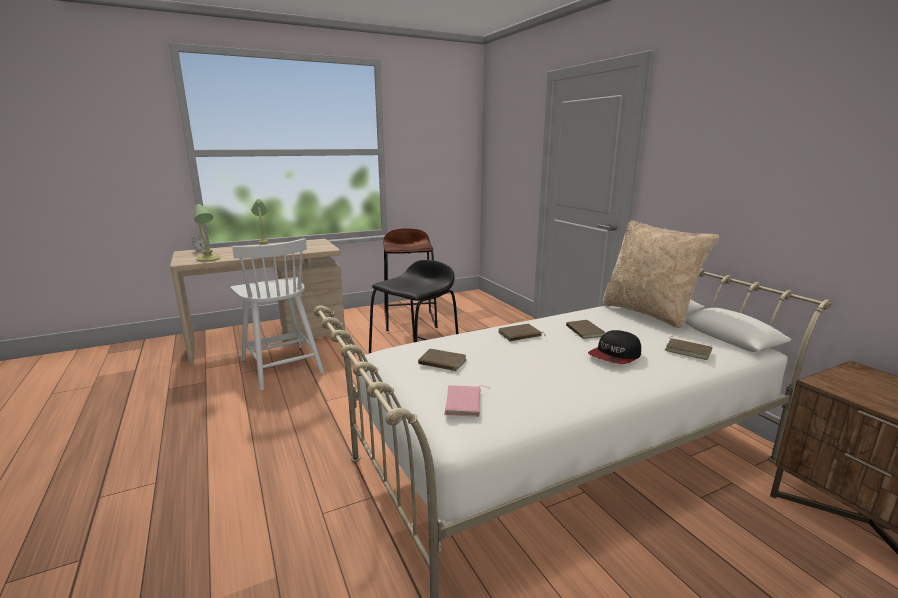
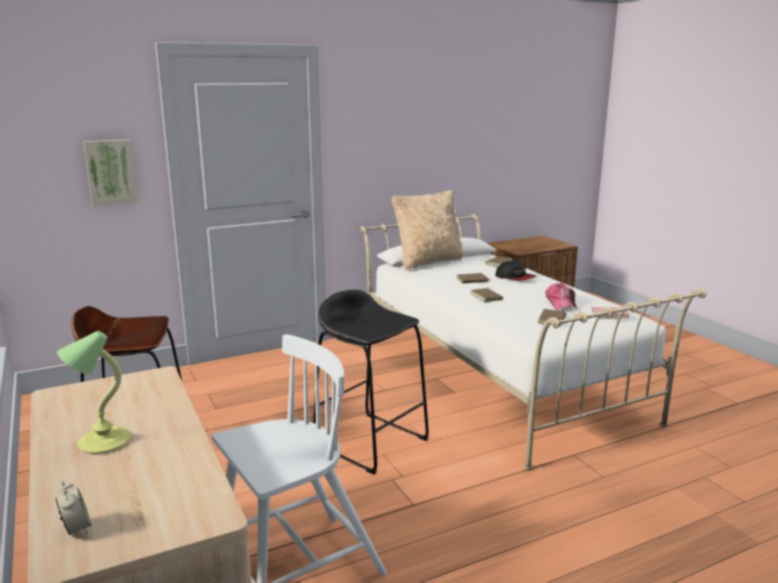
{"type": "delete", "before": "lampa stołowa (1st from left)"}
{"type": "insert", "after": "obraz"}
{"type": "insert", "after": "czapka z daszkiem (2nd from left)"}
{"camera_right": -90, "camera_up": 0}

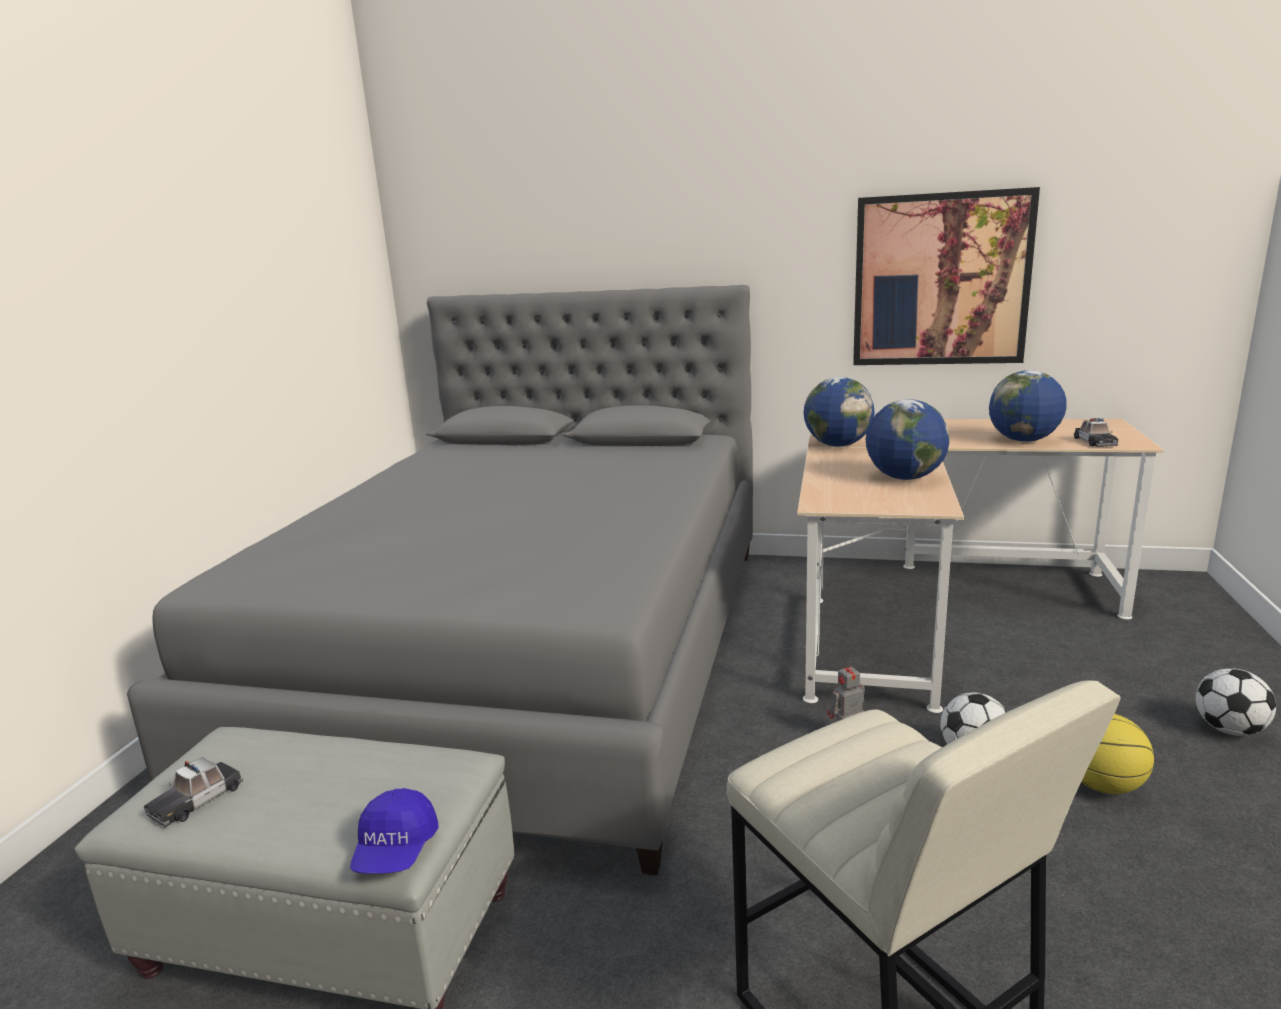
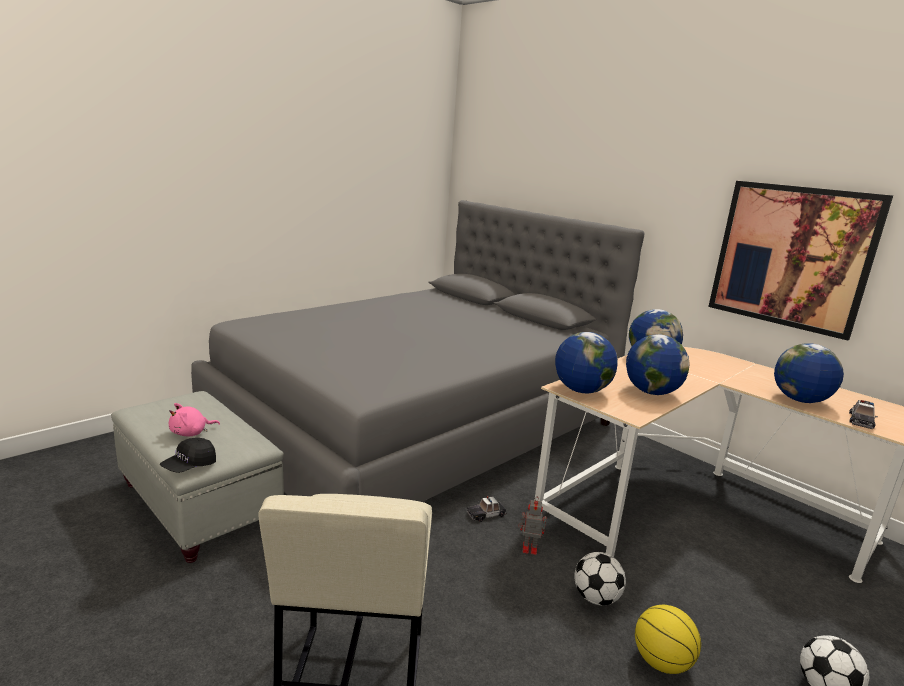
{"type": "move", "before": "samochodzik (1st from left)"}
{"type": "recolor", "before": "czapka z daszkiem (niebieski)", "after": "czapka z daszkiem (czarny)"}
{"type": "insert", "after": "globus (1st from left)"}
{"type": "insert", "after": "pluszak (różowy)"}
{"camera_right": 30, "camera_up": 0}

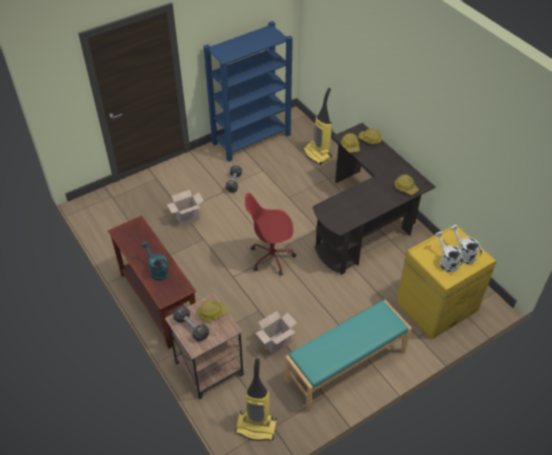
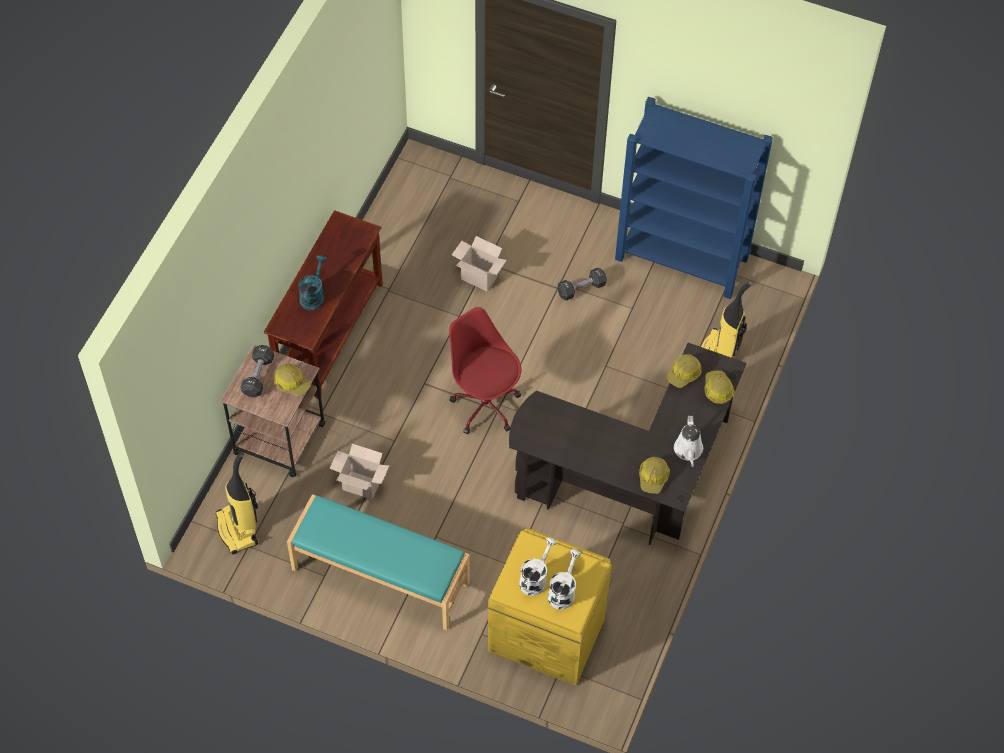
{"type": "insert", "after": "konewka (biały) (3rd from left)"}
{"camera_right": 55, "camera_up": 10}

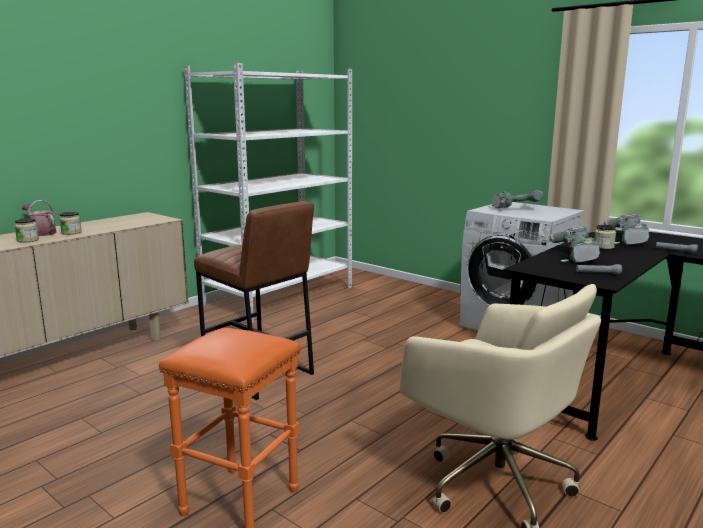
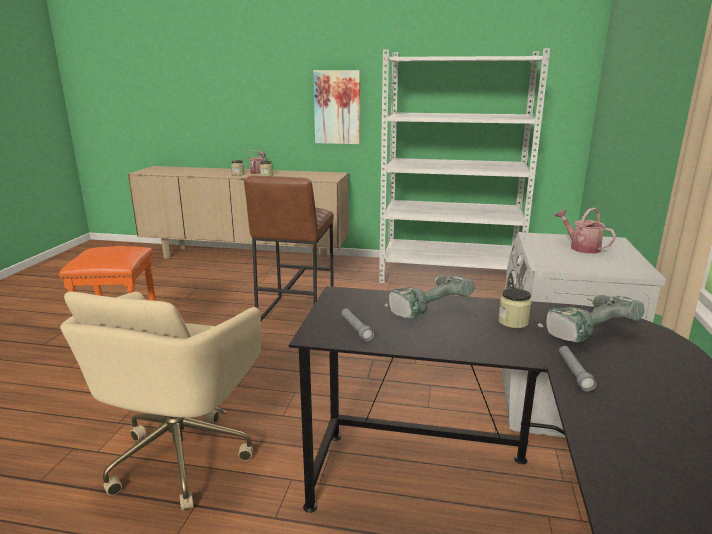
{"type": "replace", "before": "wiertarka (1st from left)", "after": "konewka (2nd from left)"}
{"type": "insert", "after": "obraz"}
{"camera_right": 60, "camera_up": 5}

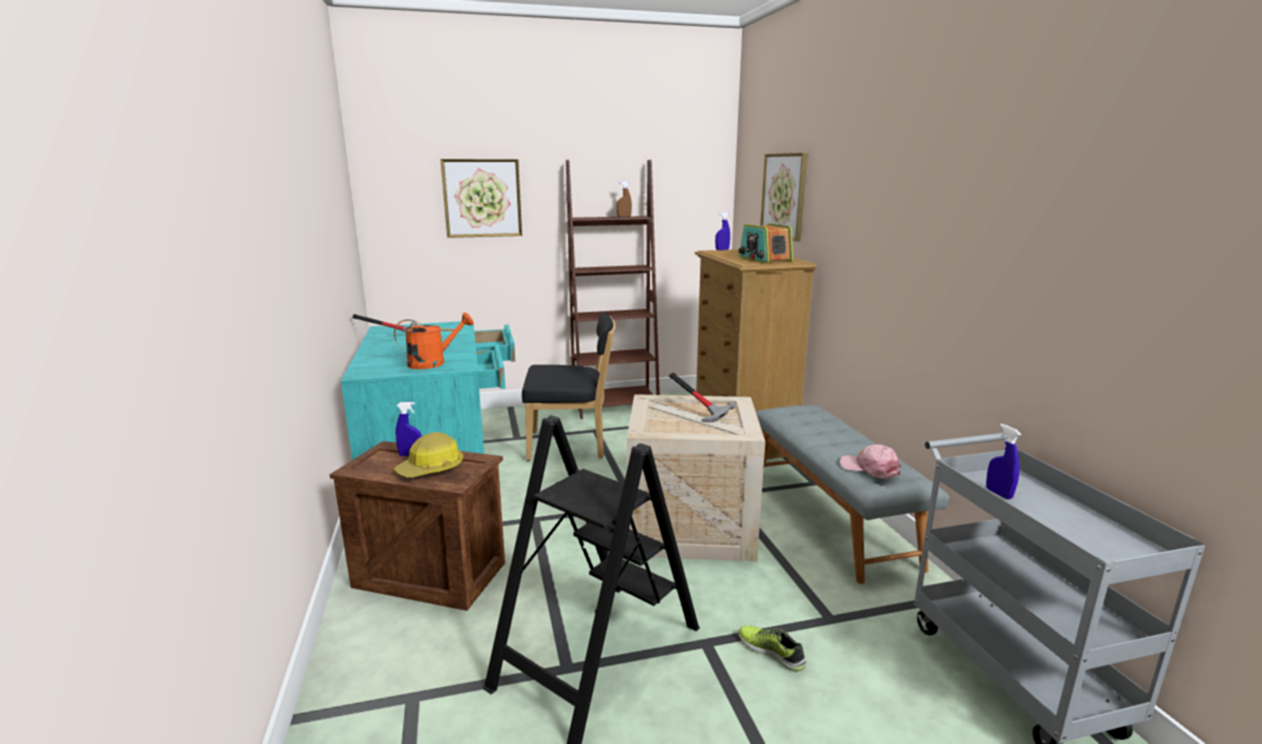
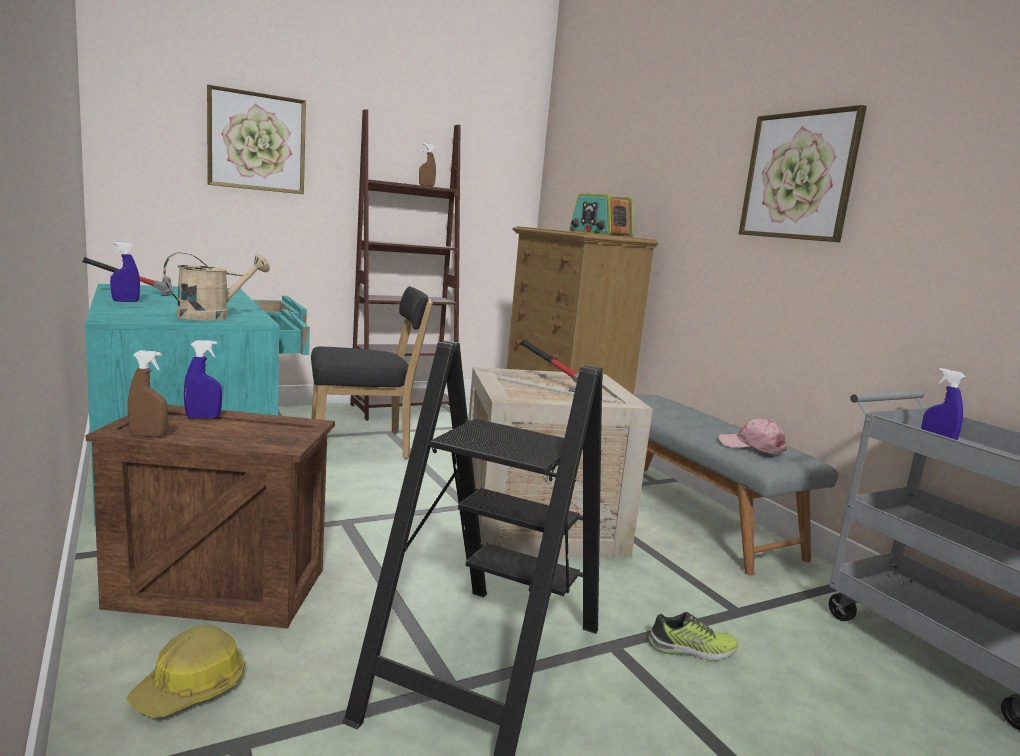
{"type": "move", "before": "obraz (2nd from left)"}
{"type": "move", "before": "spryskiwacz (niebieski) (2nd from left in the first image)", "after": "spryskiwacz (niebieski) (1st from left)"}
{"type": "recolor", "before": "konewka (pomarańczowy)", "after": "konewka (beżowy)"}
{"type": "move", "before": "kask"}
{"type": "rotate", "before": "but", "turn": 150}
{"type": "insert", "after": "spryskiwacz (brązowy) (1st from left)"}
{"camera_right": -15, "camera_up": -5}

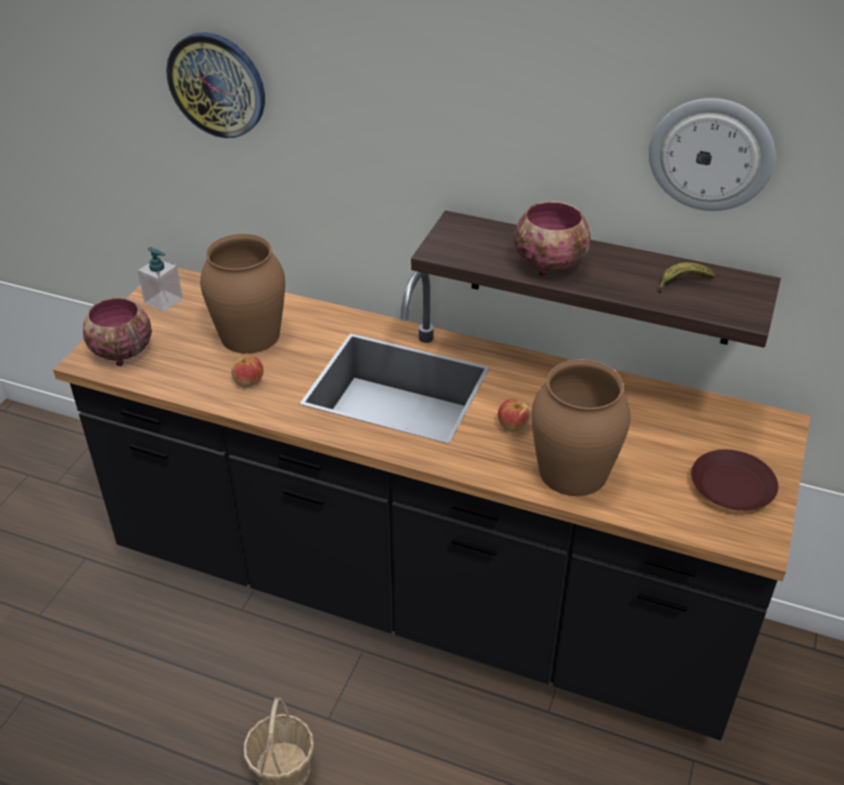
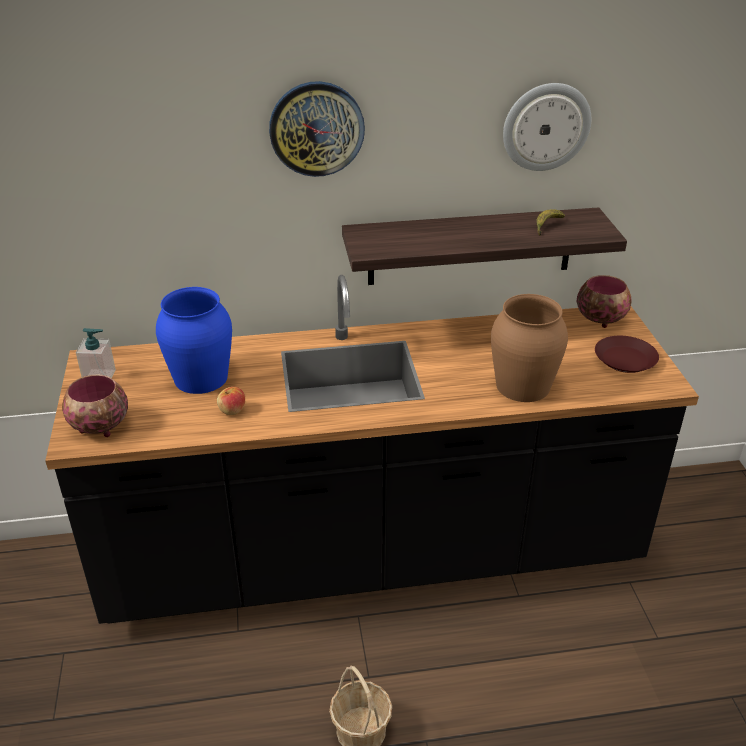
{"type": "move", "before": "zegar ścienny (1st from left)"}
{"type": "move", "before": "miska (2nd from left)"}
{"type": "recolor", "before": "wazon (brązowy) (1st from left)", "after": "wazon (niebieski)"}
{"type": "delete", "before": "jabłko (2nd from left)"}
{"camera_right": -30, "camera_up": -5}

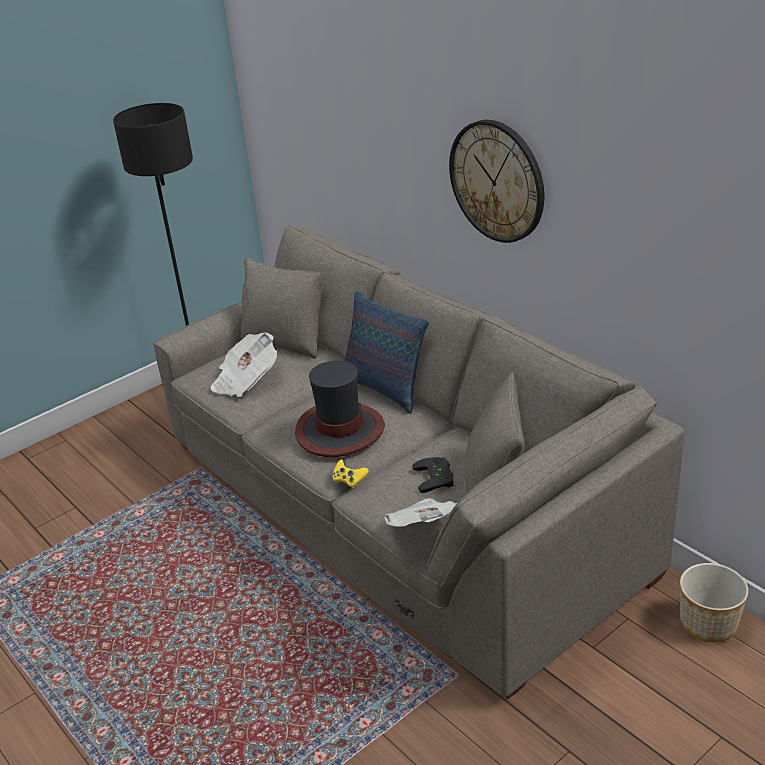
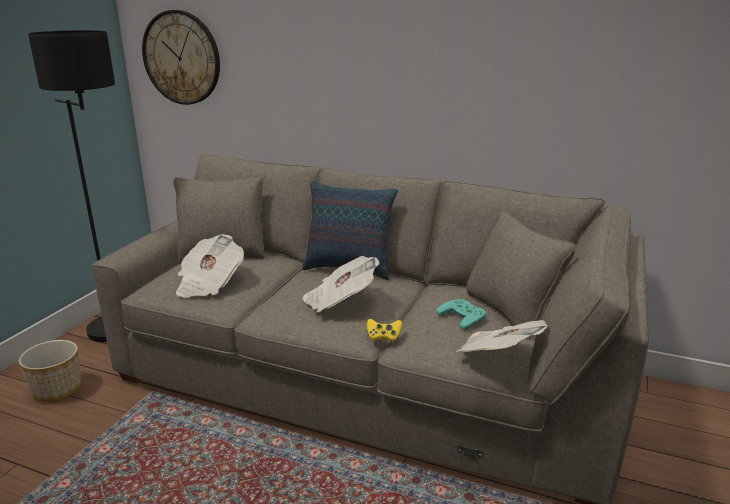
{"type": "move", "before": "zegar ścienny"}
{"type": "replace", "before": "kapelusz", "after": "gazeta (2nd from left)"}
{"type": "recolor", "before": "pad do gier (czarny)", "after": "pad do gier (turkusowy)"}
{"type": "move", "before": "donica"}
{"camera_right": -30, "camera_up": -10}

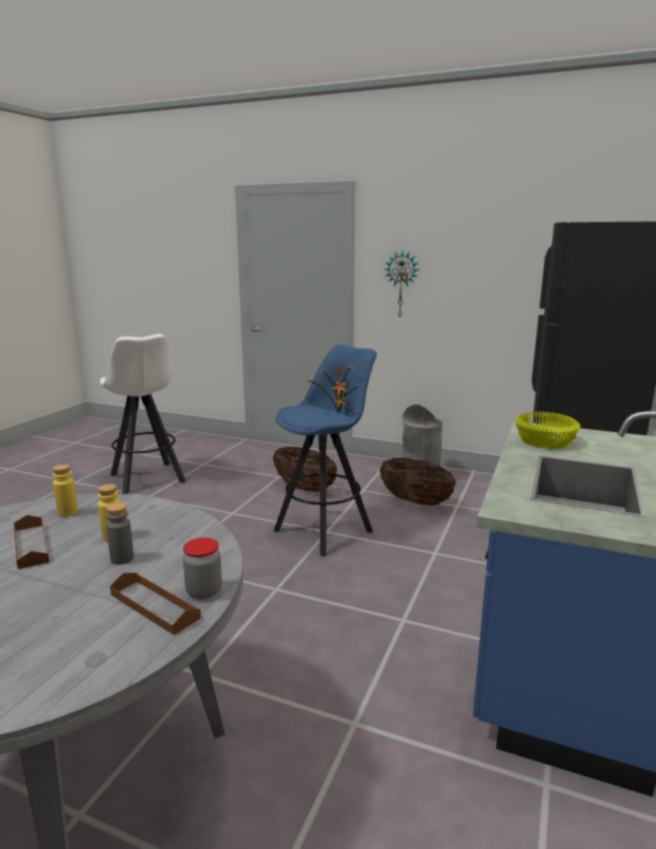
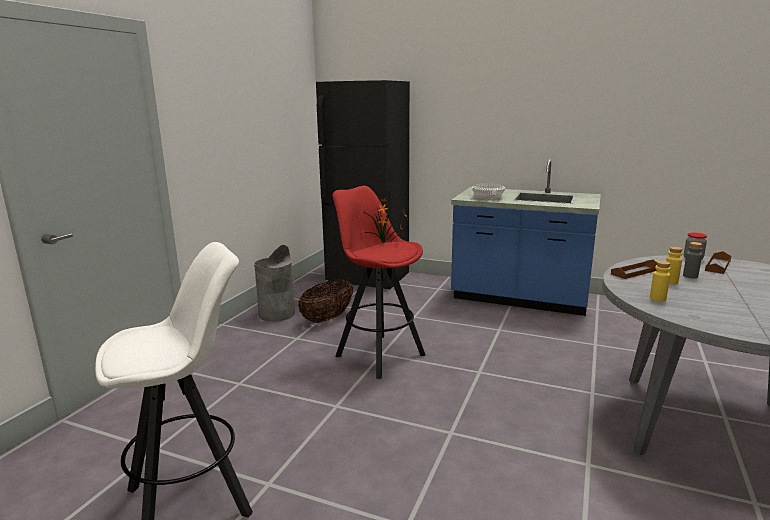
{"type": "delete", "before": "zegar ścienny"}
{"type": "recolor", "before": "stołek (niebieski)", "after": "stołek (czerwony)"}
{"type": "recolor", "before": "miska (żółty)", "after": "miska (biały)"}
{"type": "delete", "before": "koszyk (1st from left)"}
{"type": "move", "before": "taca (brązowy) (1st from left)"}
{"camera_right": -90, "camera_up": 0}

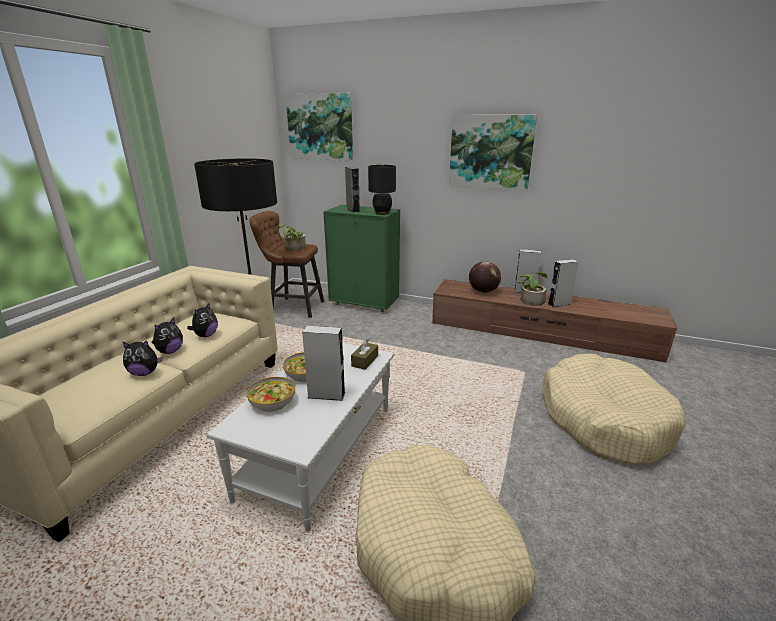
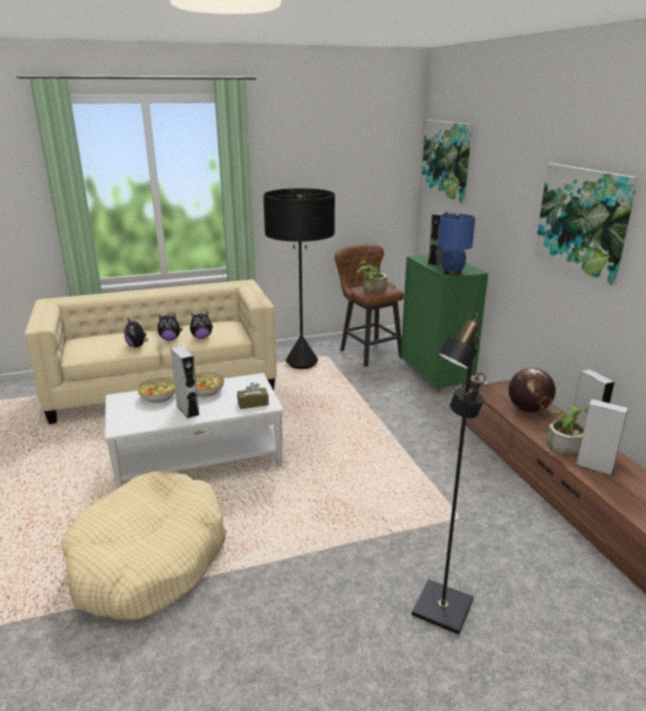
{"type": "recolor", "before": "lampa stołowa (czarny)", "after": "lampa stołowa (niebieski)"}
{"type": "replace", "before": "legowisko (beżowy) (2nd from left)", "after": "lampa stojąca (czarny) (2nd from left)"}
{"camera_right": 50, "camera_up": 0}

